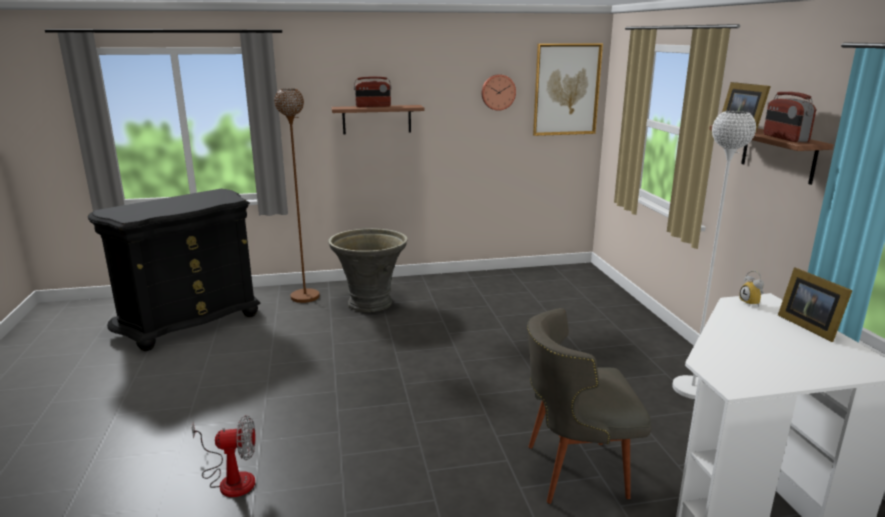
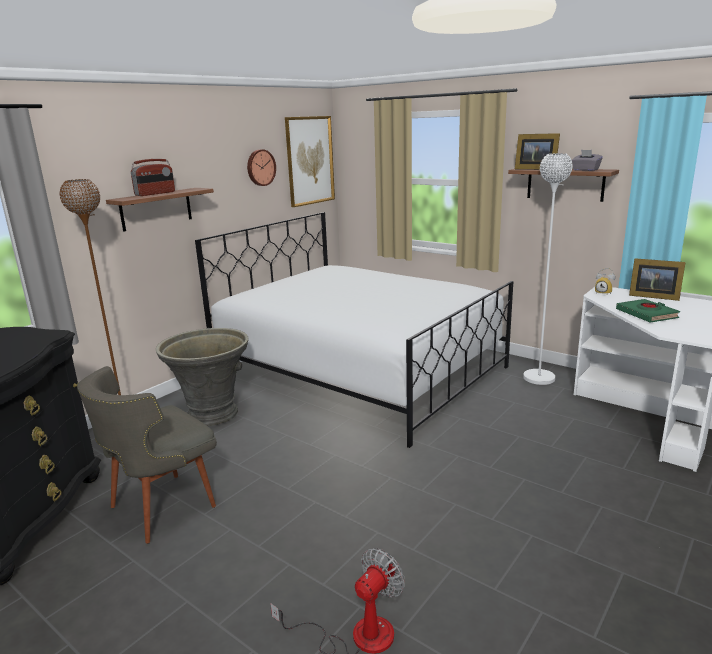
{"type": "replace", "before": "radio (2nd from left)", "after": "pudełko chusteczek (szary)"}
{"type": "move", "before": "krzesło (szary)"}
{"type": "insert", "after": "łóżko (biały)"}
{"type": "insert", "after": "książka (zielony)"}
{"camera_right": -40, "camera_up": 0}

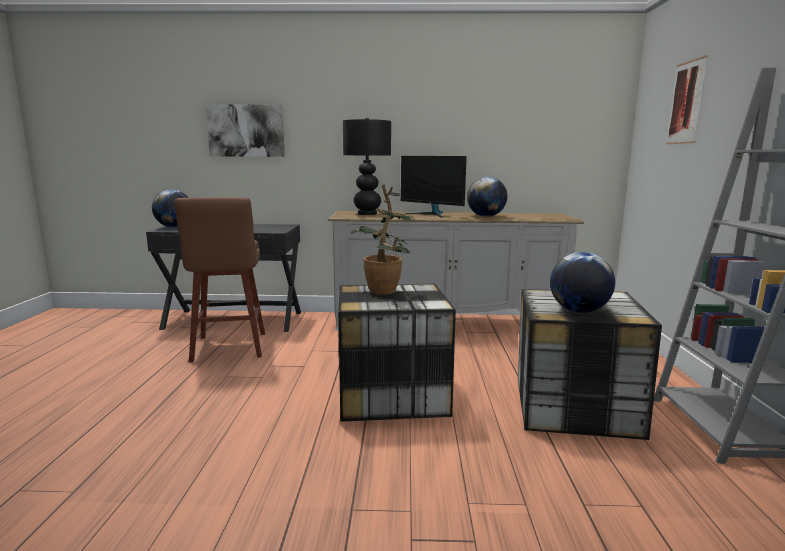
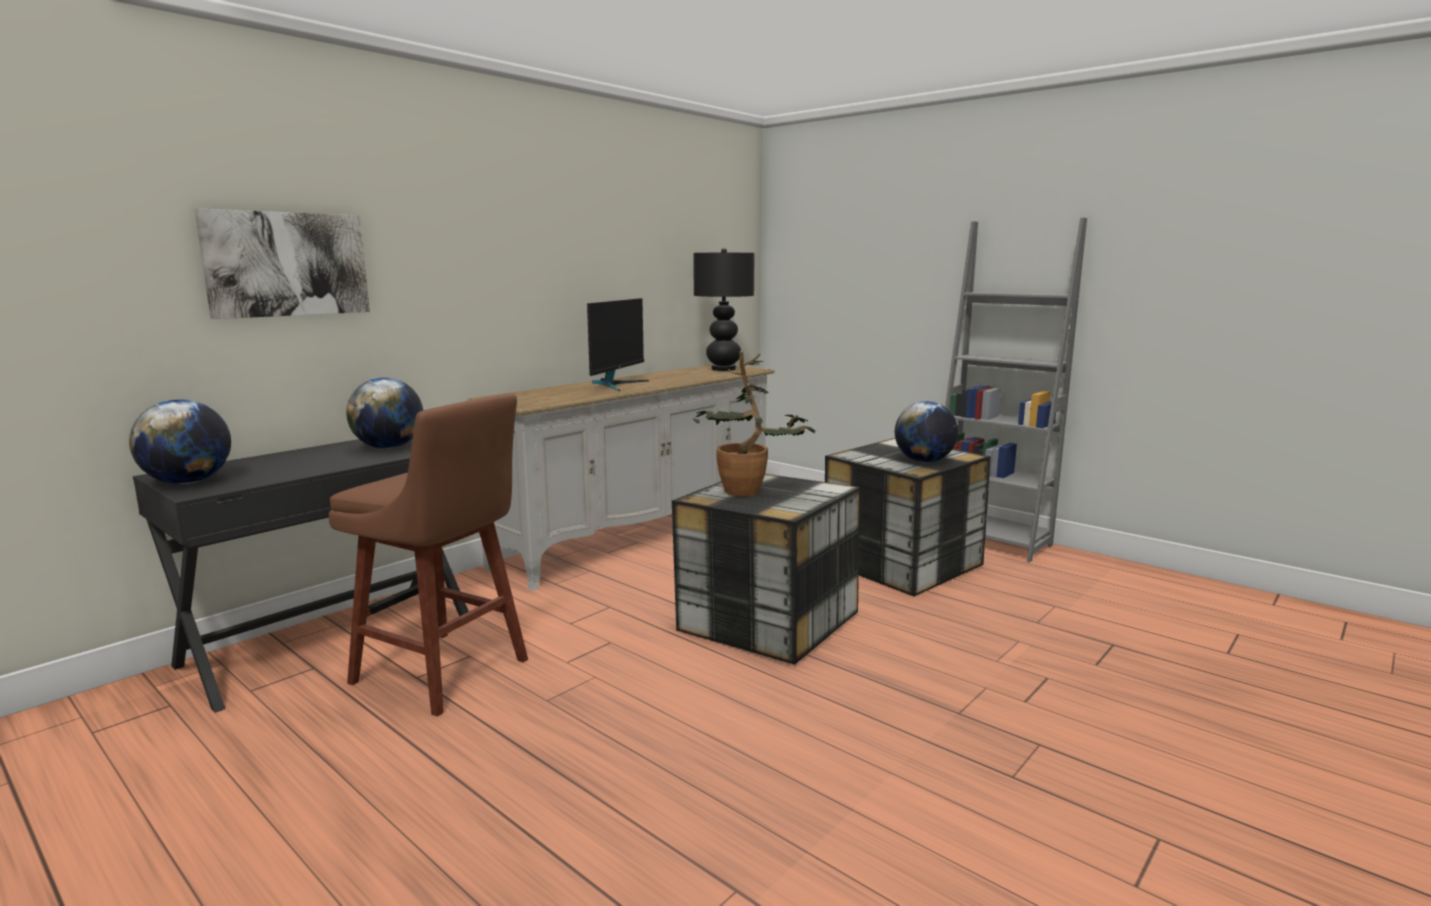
{"type": "delete", "before": "obraz (2nd from left)"}
{"type": "move", "before": "lampa stołowa (czarny)"}
{"type": "rotate", "before": "monitor", "turn": -60}
{"type": "move", "before": "globus (2nd from left)"}
{"camera_right": -50, "camera_up": 0}

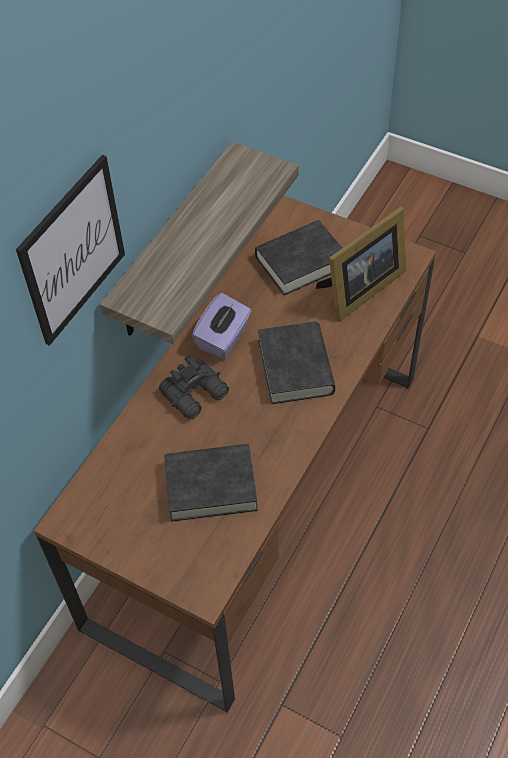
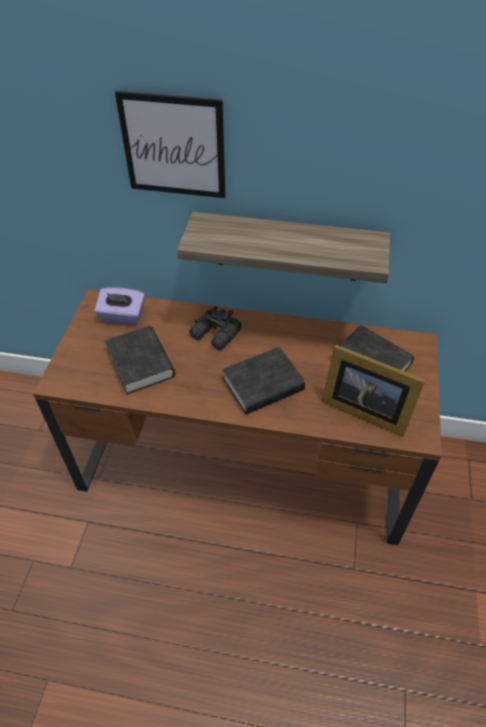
{"type": "move", "before": "pudełko chusteczek (fioletowy)"}
{"camera_right": 70, "camera_up": -5}

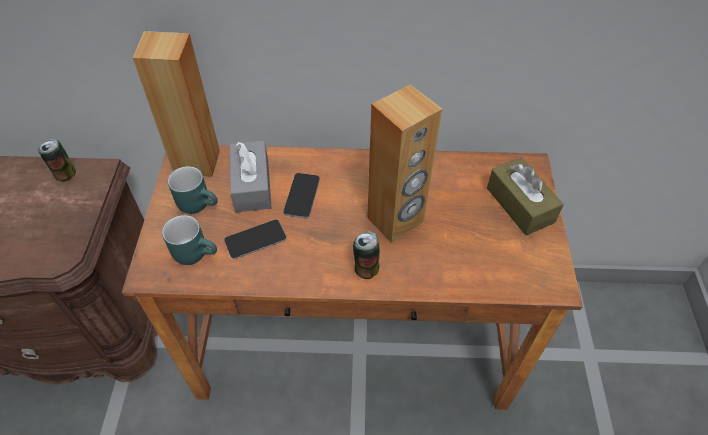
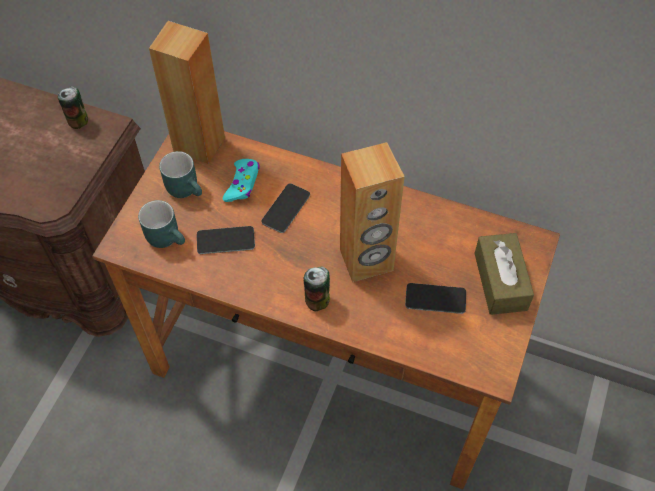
{"type": "replace", "before": "pudełko chusteczek (szary)", "after": "pad do gier (turkusowy)"}
{"type": "insert", "after": "telefon (3rd from left)"}
{"camera_right": 20, "camera_up": 5}

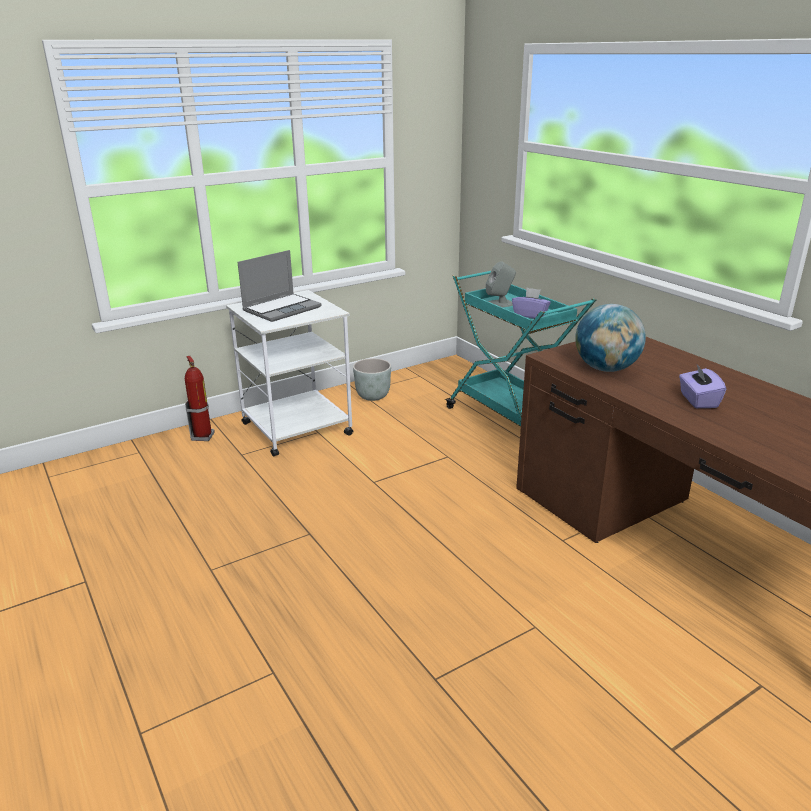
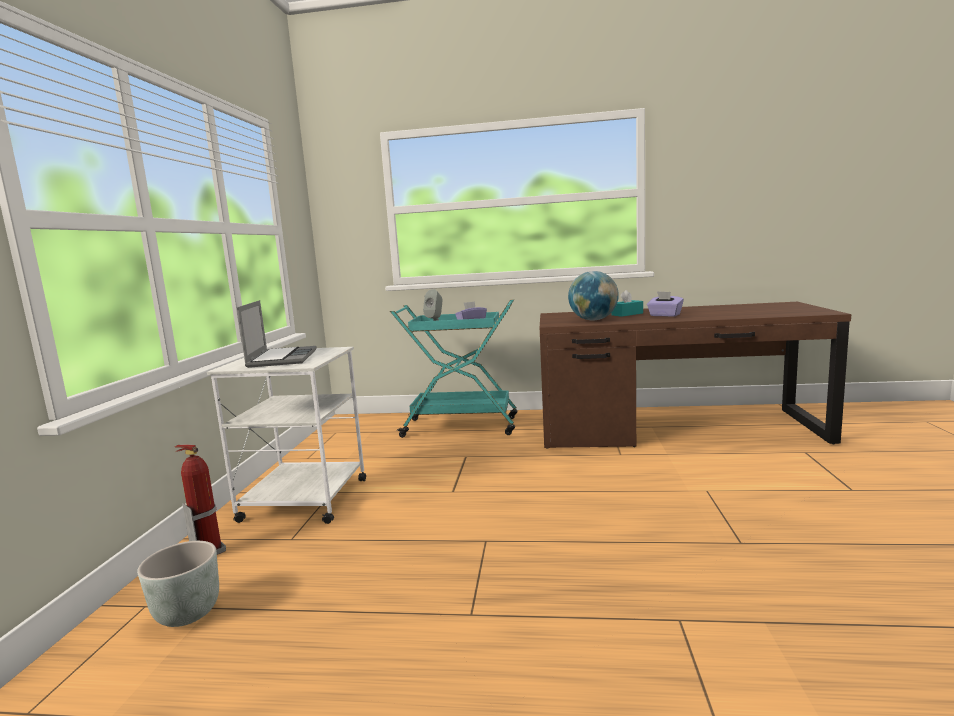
{"type": "move", "before": "donica (szary)"}
{"type": "insert", "after": "pudełko chusteczek (turkusowy)"}
{"camera_right": -50, "camera_up": -15}

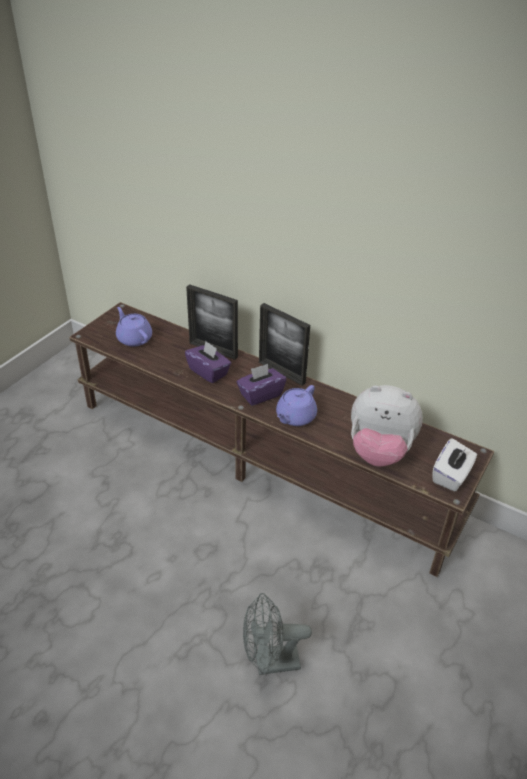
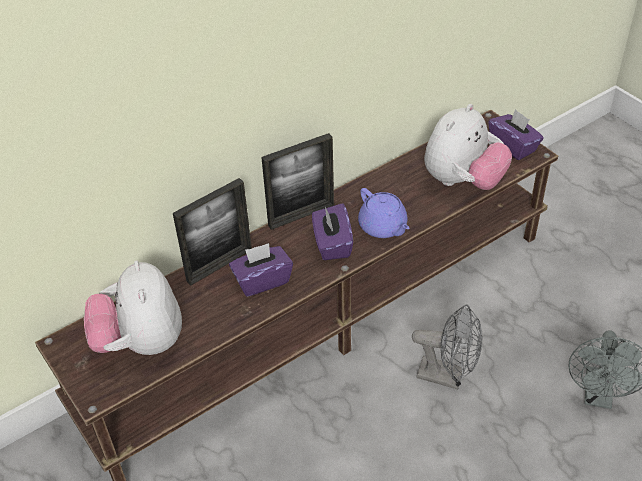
{"type": "replace", "before": "imbryk (fioletowy) (1st from left)", "after": "pluszak (1st from left)"}
{"type": "recolor", "before": "pudełko chusteczek (biały)", "after": "pudełko chusteczek (fioletowy) (3rd from left)"}
{"type": "insert", "after": "wentylator (szary) (1st from left)"}
{"camera_right": -65, "camera_up": 5}

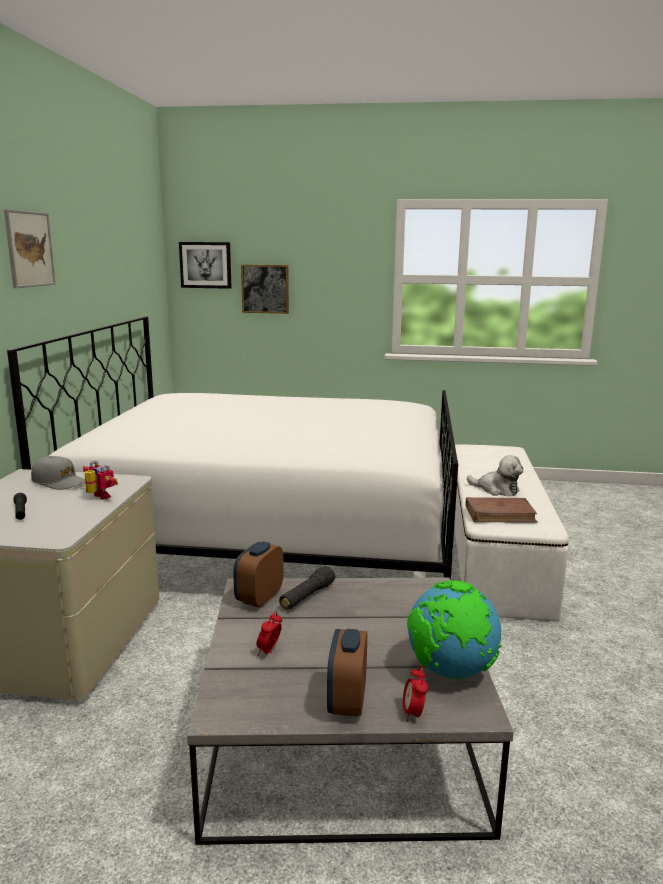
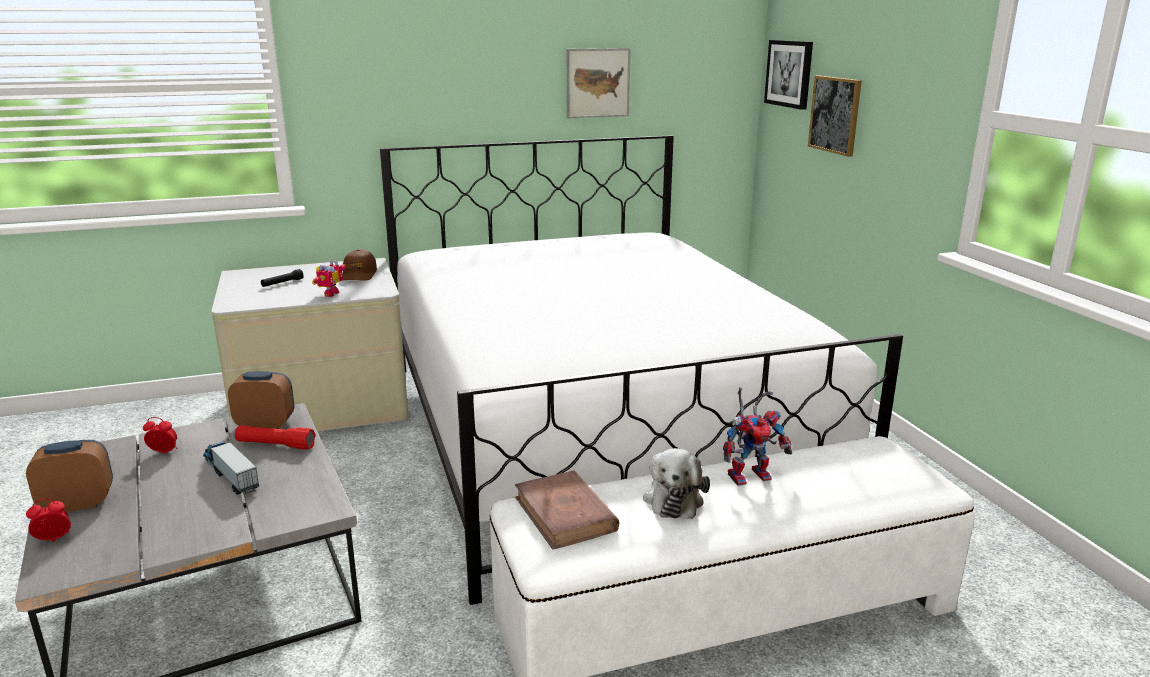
{"type": "move", "before": "obraz (1st from left)"}
{"type": "recolor", "before": "czapka z daszkiem (szary)", "after": "czapka z daszkiem (brązowy)"}
{"type": "recolor", "before": "latarka (czarny) (2nd from left)", "after": "latarka (czerwony)"}
{"type": "delete", "before": "globus"}
{"type": "insert", "after": "robot zabawkowy (2nd from left)"}
{"type": "insert", "after": "ciężarówka zabawkowa"}
{"camera_right": 65, "camera_up": 5}

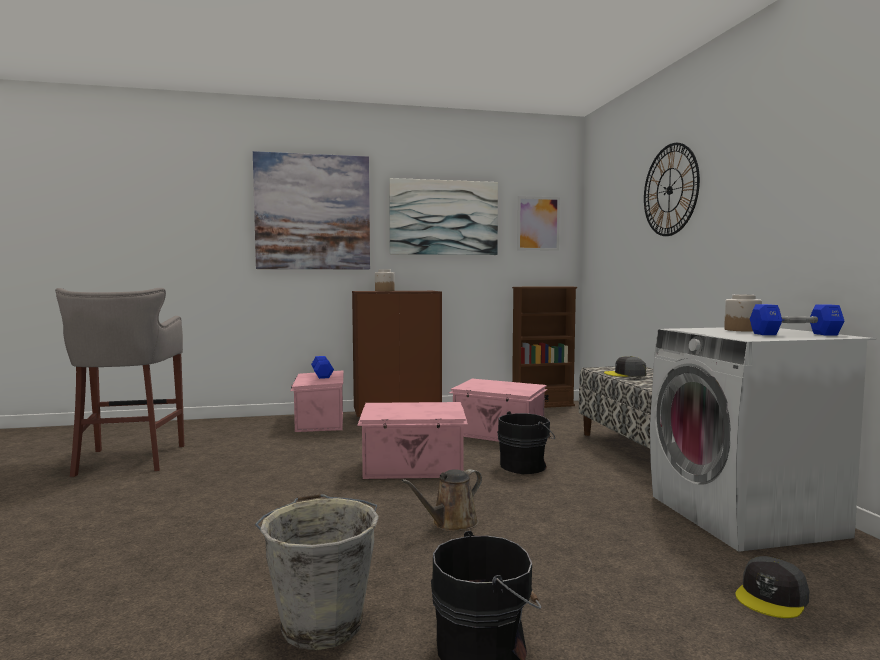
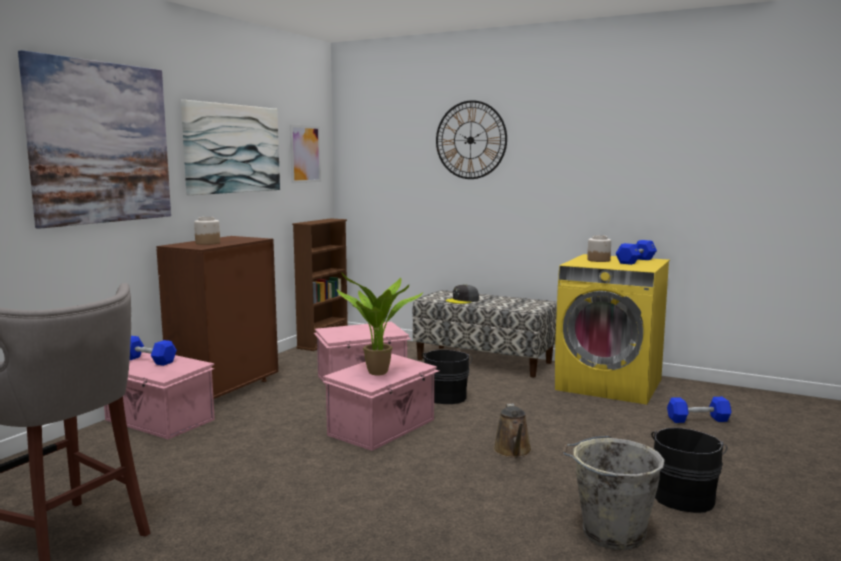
{"type": "recolor", "before": "pralka (biały)", "after": "pralka (żółty)"}
{"type": "replace", "before": "czapka z daszkiem (szary) (2nd from left)", "after": "hantel (niebieski) (3rd from left)"}
{"type": "insert", "after": "roślina doniczkowa"}
{"camera_right": -50, "camera_up": 5}

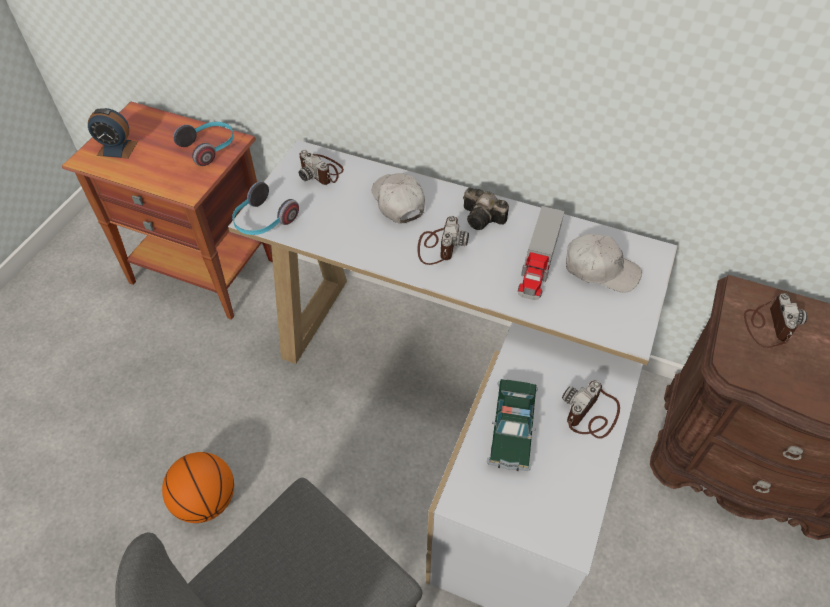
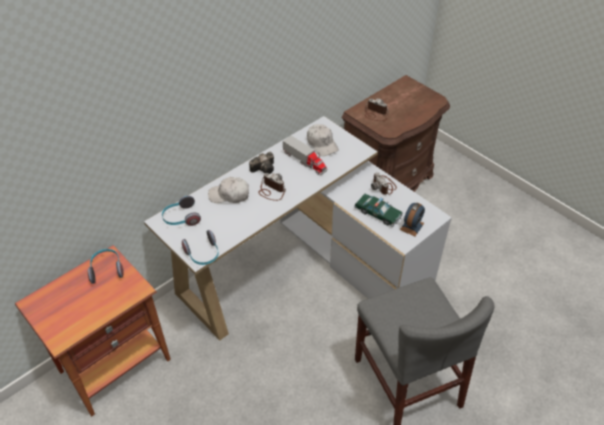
{"type": "move", "before": "budzik"}
{"type": "replace", "before": "aparat fotograficzny (1st from left)", "after": "słuchawki (2nd from left)"}
{"type": "rotate", "before": "czapka z daszkiem (biały) (2nd from left)", "turn": 105}
{"type": "delete", "before": "piłka do koszykówki"}
{"camera_right": -65, "camera_up": -5}

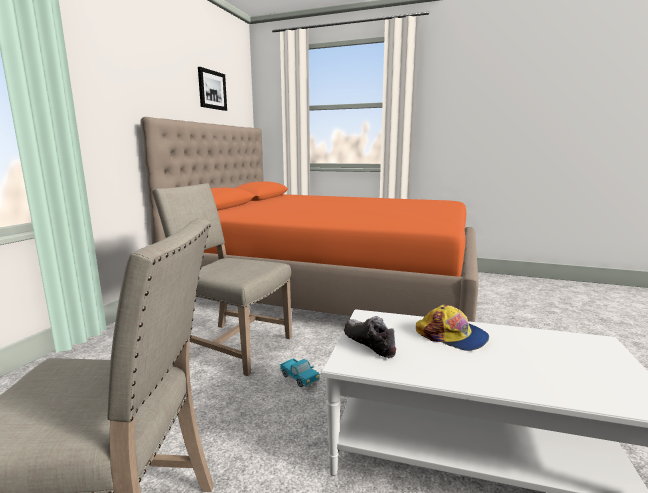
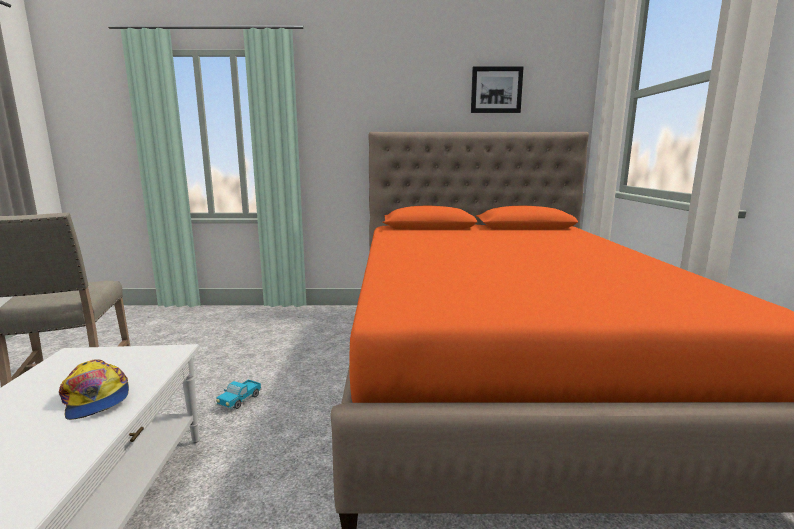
{"type": "delete", "before": "krzesło (beżowy) (2nd from left)"}
{"type": "rotate", "before": "czapka z daszkiem", "turn": -60}
{"type": "delete", "before": "but"}
{"camera_right": 70, "camera_up": 0}

